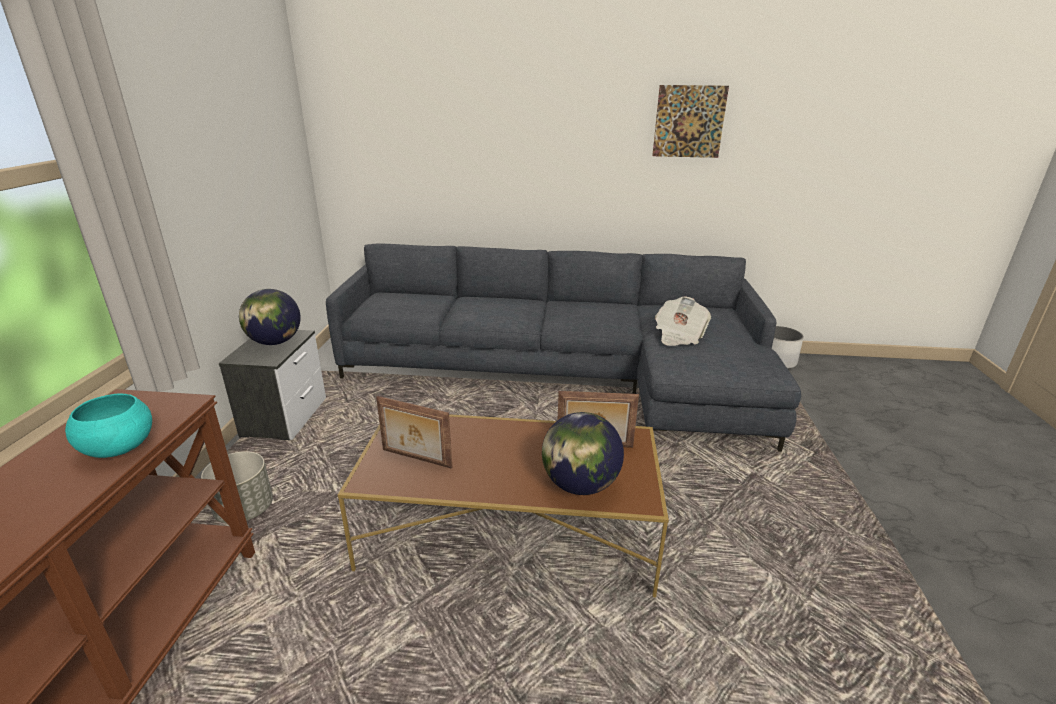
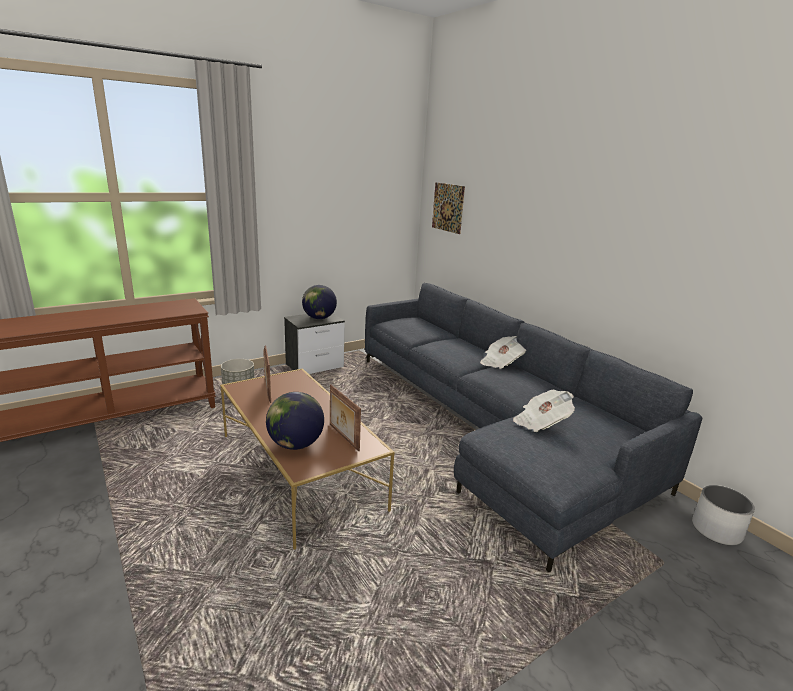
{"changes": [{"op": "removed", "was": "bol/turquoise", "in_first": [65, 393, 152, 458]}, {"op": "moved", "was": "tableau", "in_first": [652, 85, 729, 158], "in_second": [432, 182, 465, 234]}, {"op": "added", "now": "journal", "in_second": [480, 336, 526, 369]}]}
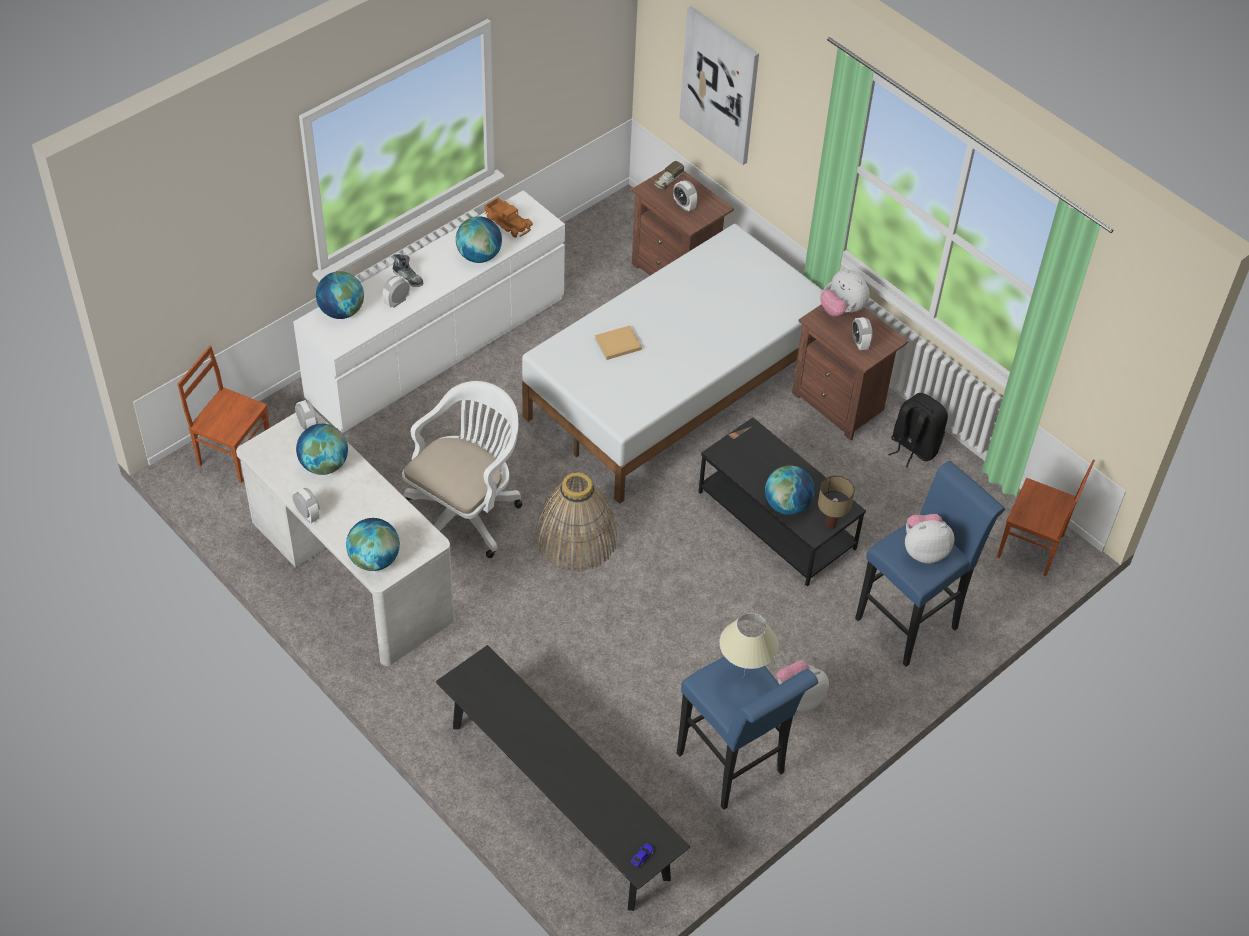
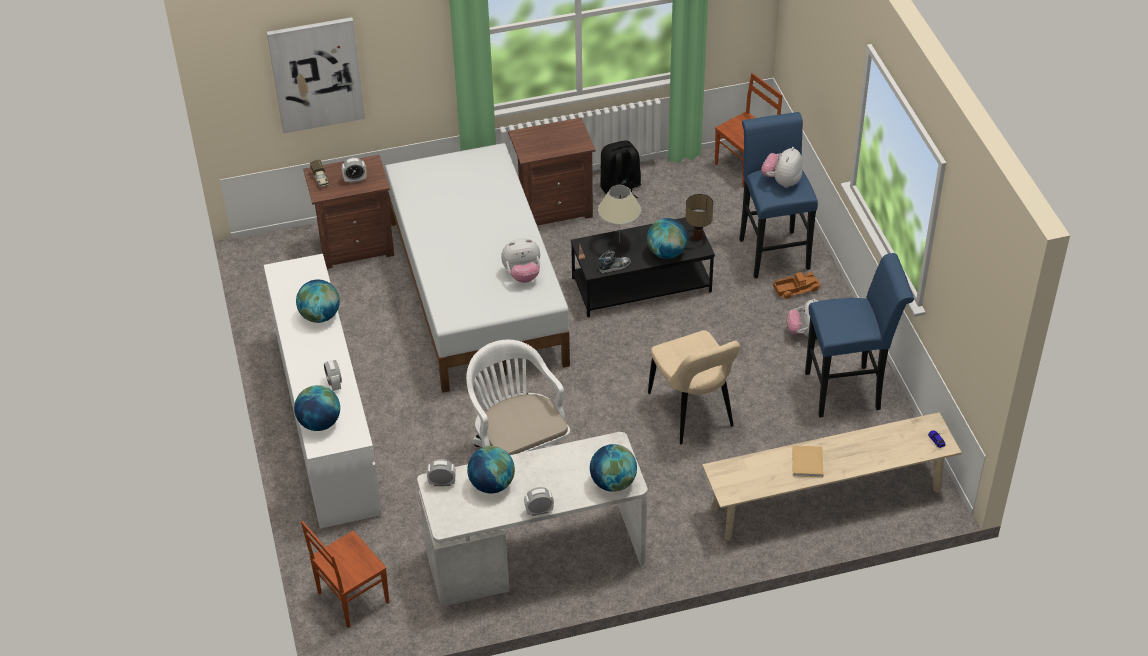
{"changes": [{"op": "moved", "was": "chaussure", "in_first": [392, 254, 423, 287], "in_second": [598, 250, 631, 273]}, {"op": "recoloured", "was": "banc/noir", "now": "banc/beige", "in_first": [436, 645, 691, 911], "in_second": [702, 412, 962, 541]}, {"op": "moved", "was": "camion jouet", "in_first": [484, 197, 533, 238], "in_second": [773, 272, 821, 299]}, {"op": "removed", "was": "panier", "in_first": [535, 472, 617, 572]}, {"op": "moved", "was": "livre/beige", "in_first": [595, 325, 642, 360], "in_second": [792, 445, 823, 477]}, {"op": "moved", "was": "lampe de table/beige", "in_first": [719, 613, 779, 676], "in_second": [598, 185, 641, 242]}, {"op": "moved", "was": "peluche", "in_first": [820, 268, 870, 316], "in_second": [501, 238, 540, 283]}, {"op": "removed", "was": "réveil", "in_first": [852, 317, 873, 350]}, {"op": "added", "now": "chaise/beige", "in_second": [648, 330, 740, 445]}]}
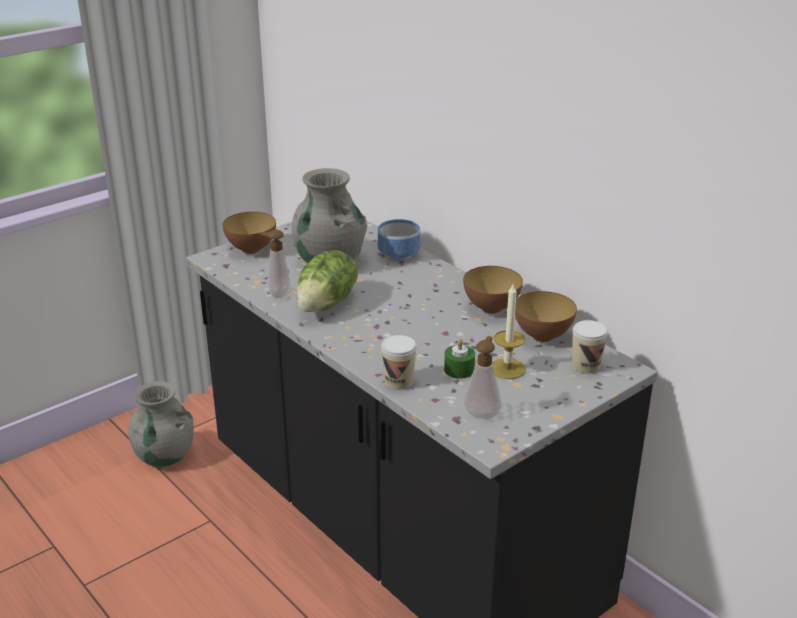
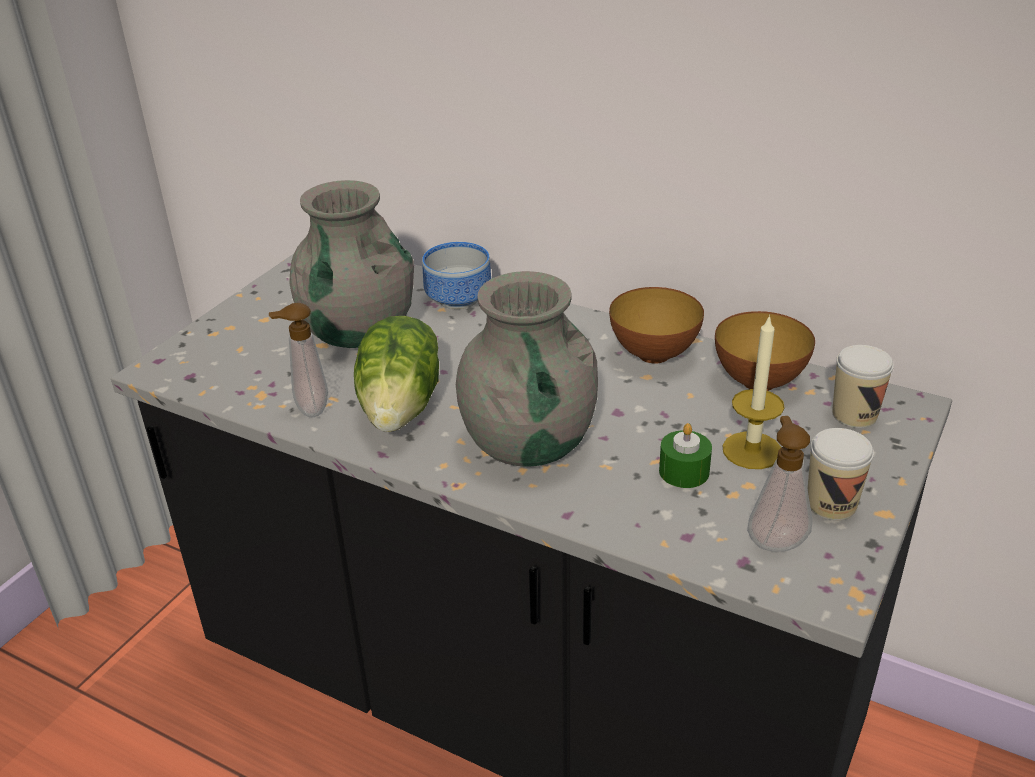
{"changes": [{"op": "moved", "was": "vase/gris", "in_first": [128, 381, 194, 467], "in_second": [456, 271, 598, 466]}, {"op": "removed", "was": "bol", "in_first": [222, 212, 276, 254]}, {"op": "moved", "was": "tasse", "in_first": [381, 335, 417, 390], "in_second": [808, 428, 874, 520]}]}
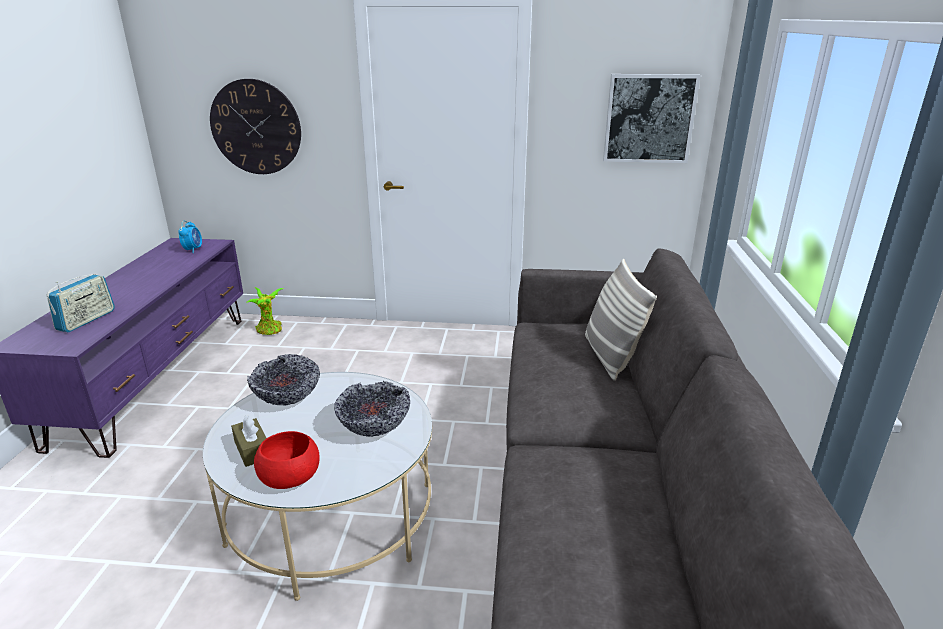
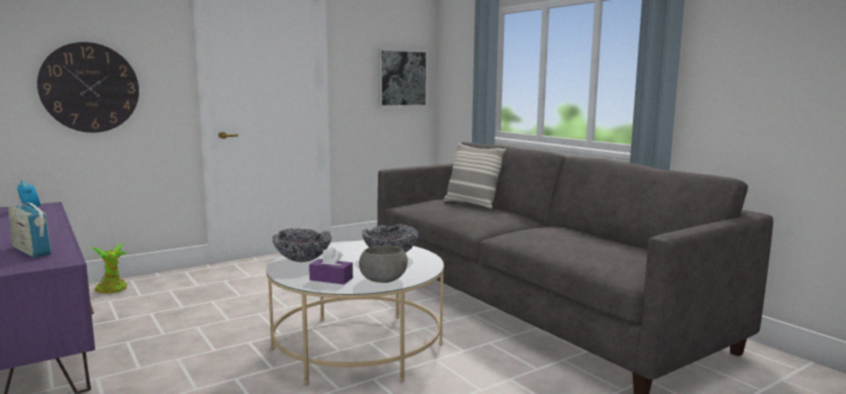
{"changes": [{"op": "turned", "was": "radio", "in_first": [47, 274, 115, 332], "in_second": [8, 197, 51, 258], "clockwise": 150}, {"op": "recoloured", "was": "boîte à mouchoirs/marron", "now": "boîte à mouchoirs/violet", "in_first": [231, 415, 267, 467], "in_second": [309, 247, 353, 285]}, {"op": "recoloured", "was": "bol/rouge", "now": "bol/gris", "in_first": [254, 431, 320, 489], "in_second": [359, 246, 408, 283]}]}
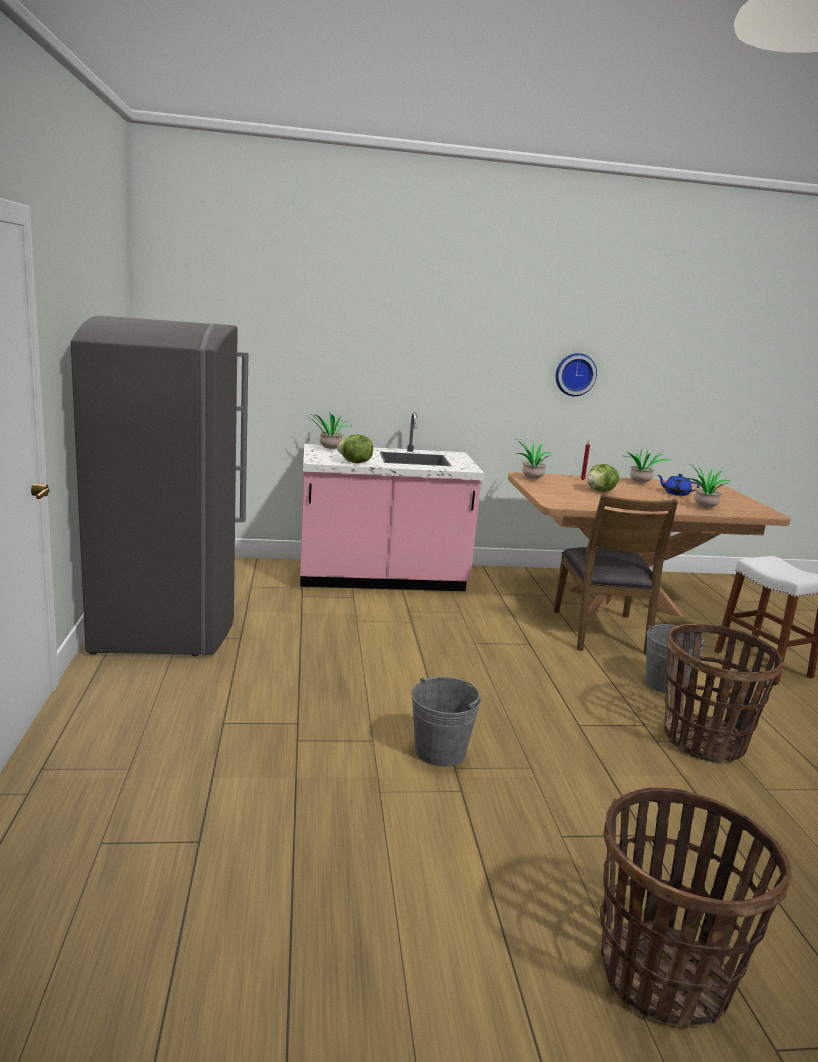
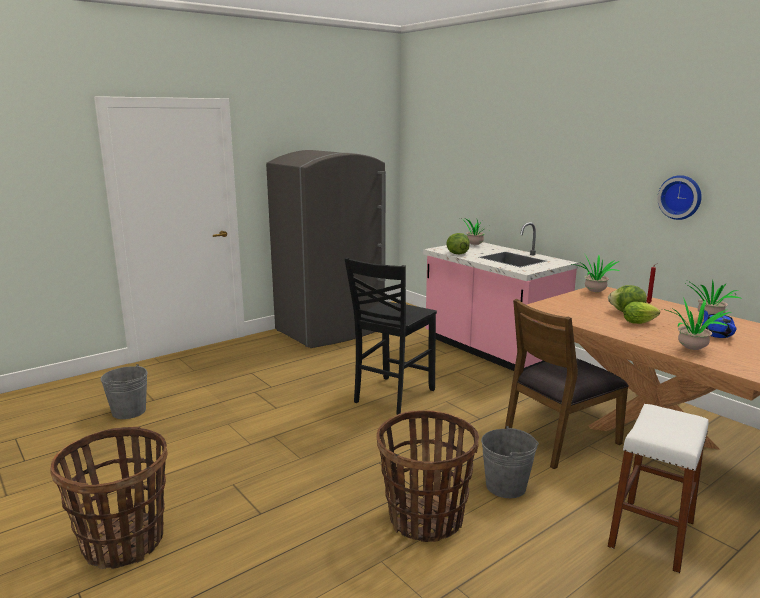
{"changes": [{"op": "moved", "was": "seau/gris", "in_first": [411, 677, 481, 767], "in_second": [101, 364, 148, 419]}, {"op": "added", "now": "chaise/noir", "in_second": [345, 257, 437, 415]}, {"op": "added", "now": "laitue", "in_second": [624, 302, 660, 324]}]}
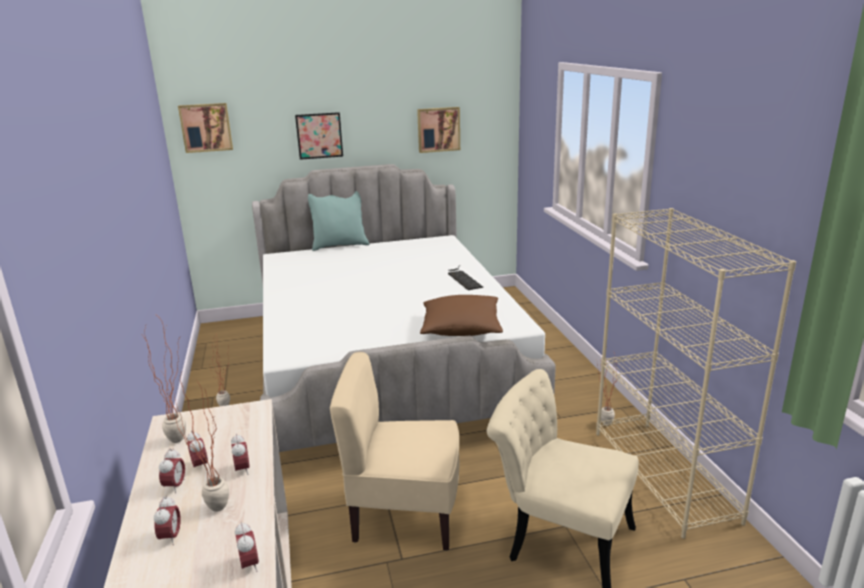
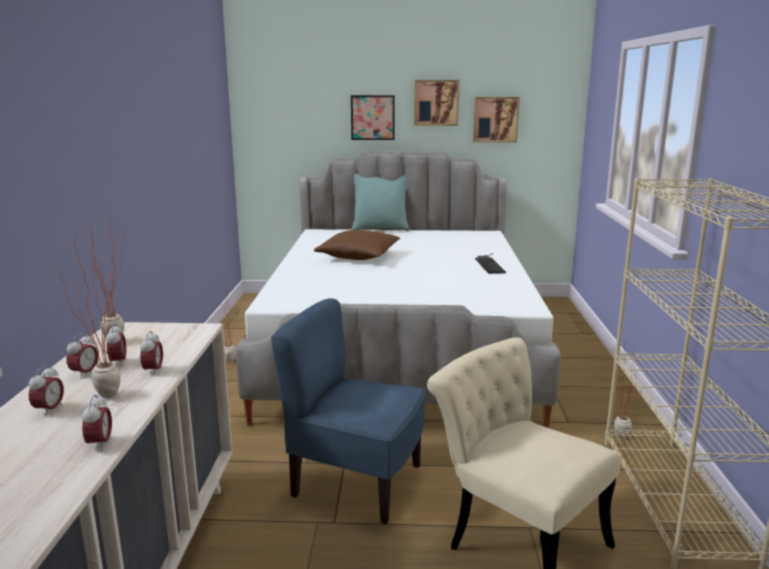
{"changes": [{"op": "moved", "was": "tableau", "in_first": [178, 103, 233, 153], "in_second": [414, 80, 460, 126]}, {"op": "recoloured", "was": "chaise/beige", "now": "chaise/bleu", "in_first": [330, 352, 459, 550], "in_second": [271, 298, 426, 524]}, {"op": "moved", "was": "coussin/marron", "in_first": [420, 295, 503, 336], "in_second": [314, 230, 400, 260]}]}
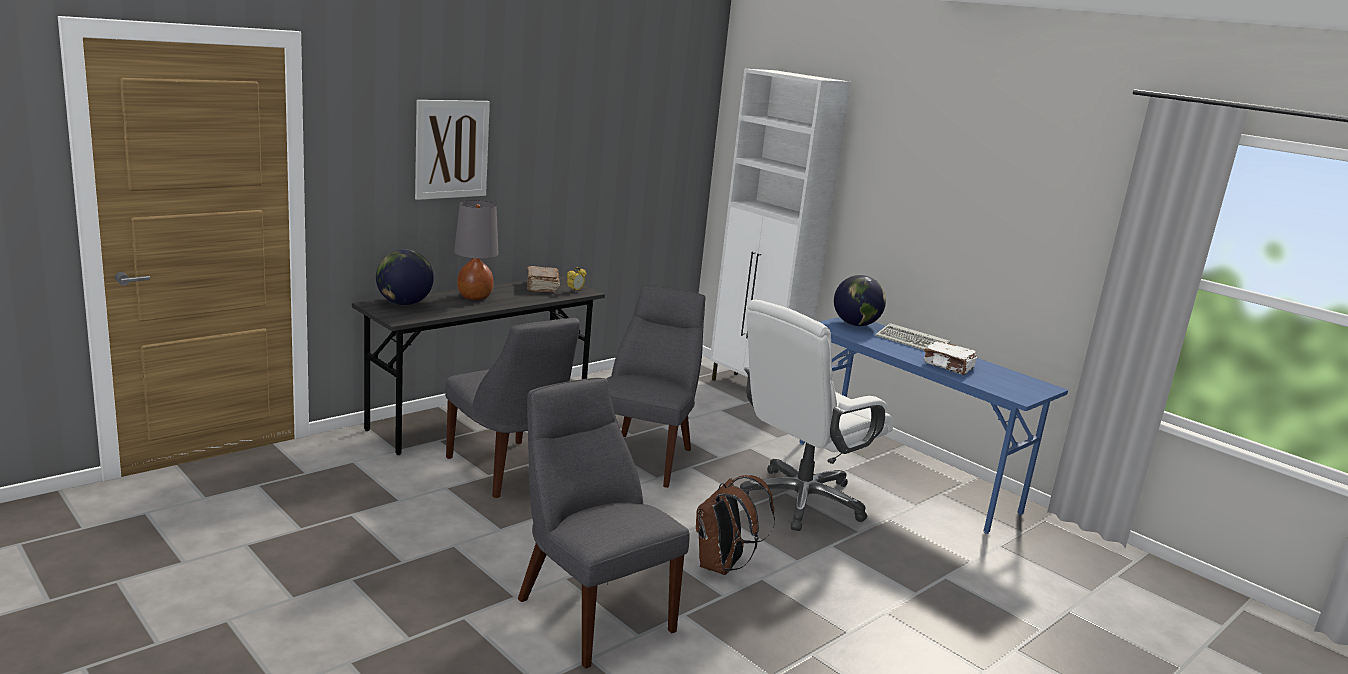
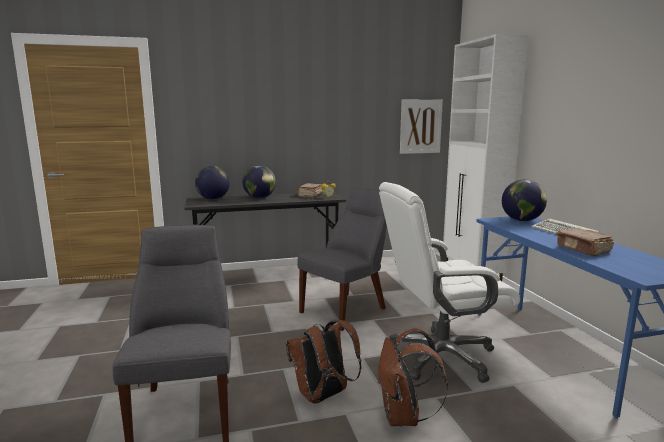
{"changes": [{"op": "moved", "was": "tableau", "in_first": [415, 100, 490, 200], "in_second": [400, 100, 443, 154]}, {"op": "removed", "was": "chaise/gris", "in_first": [445, 318, 580, 498]}, {"op": "replaced", "was": "lampe de table/gris", "now": "globe", "in_first": [454, 200, 499, 300], "in_second": [242, 165, 276, 199]}, {"op": "recoloured", "was": "livre/blanc", "now": "livre/marron", "in_first": [924, 341, 977, 375], "in_second": [556, 228, 614, 256]}, {"op": "added", "now": "sac à dos/marron", "in_second": [378, 329, 448, 426]}]}
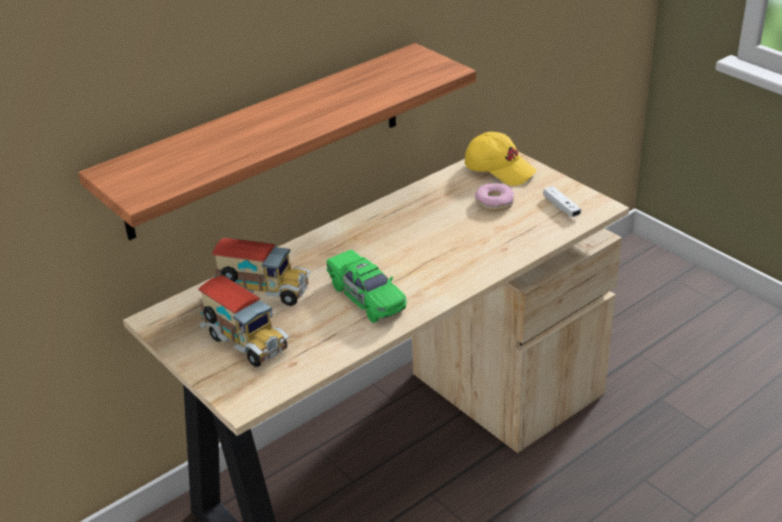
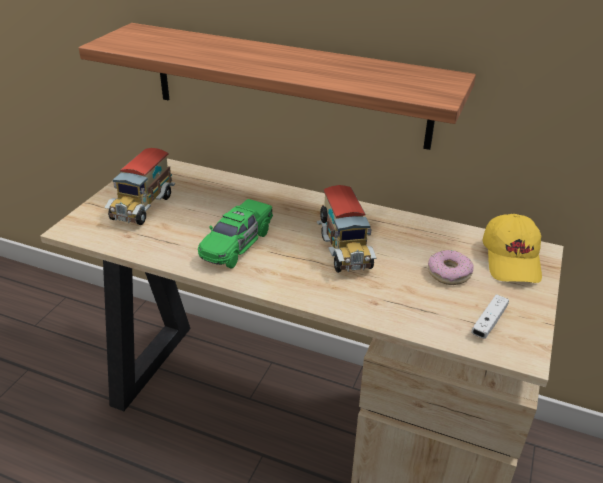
{"changes": [{"op": "moved", "was": "camion jouet", "in_first": [212, 237, 311, 306], "in_second": [317, 185, 376, 273]}]}
